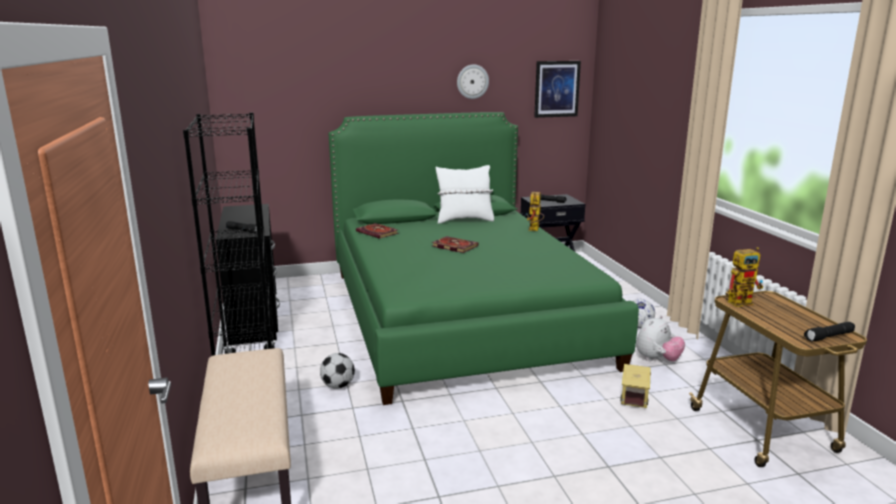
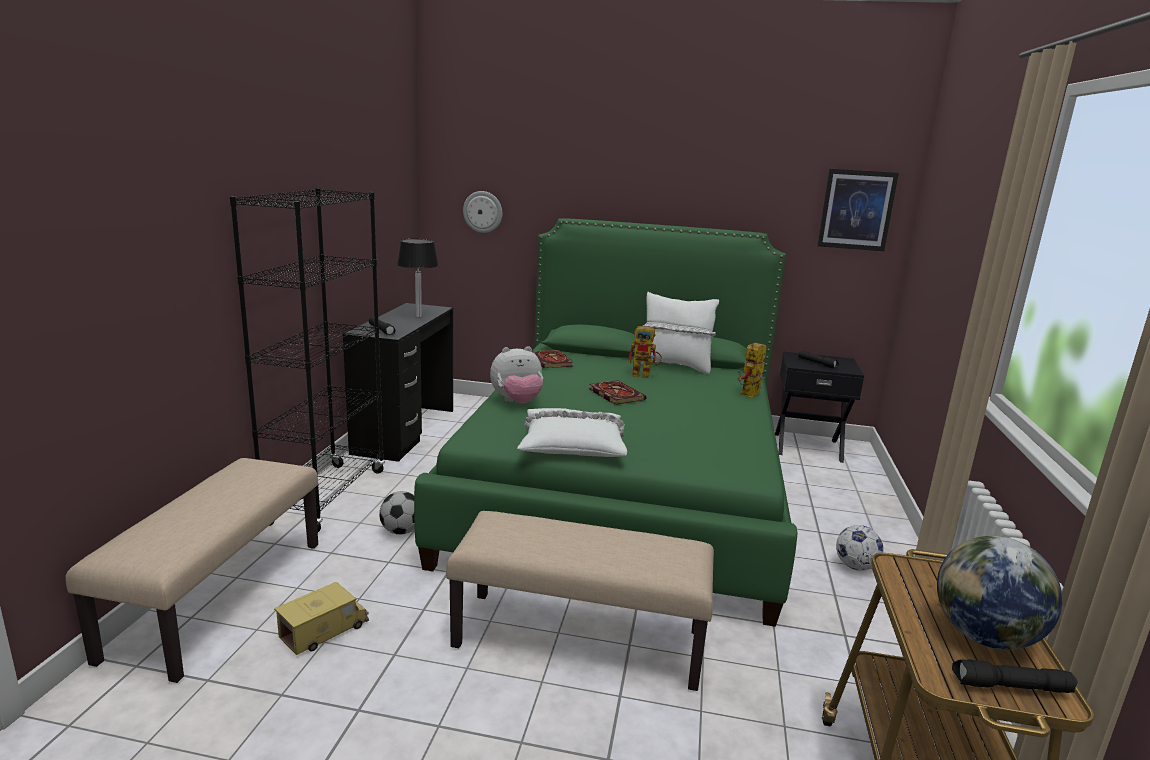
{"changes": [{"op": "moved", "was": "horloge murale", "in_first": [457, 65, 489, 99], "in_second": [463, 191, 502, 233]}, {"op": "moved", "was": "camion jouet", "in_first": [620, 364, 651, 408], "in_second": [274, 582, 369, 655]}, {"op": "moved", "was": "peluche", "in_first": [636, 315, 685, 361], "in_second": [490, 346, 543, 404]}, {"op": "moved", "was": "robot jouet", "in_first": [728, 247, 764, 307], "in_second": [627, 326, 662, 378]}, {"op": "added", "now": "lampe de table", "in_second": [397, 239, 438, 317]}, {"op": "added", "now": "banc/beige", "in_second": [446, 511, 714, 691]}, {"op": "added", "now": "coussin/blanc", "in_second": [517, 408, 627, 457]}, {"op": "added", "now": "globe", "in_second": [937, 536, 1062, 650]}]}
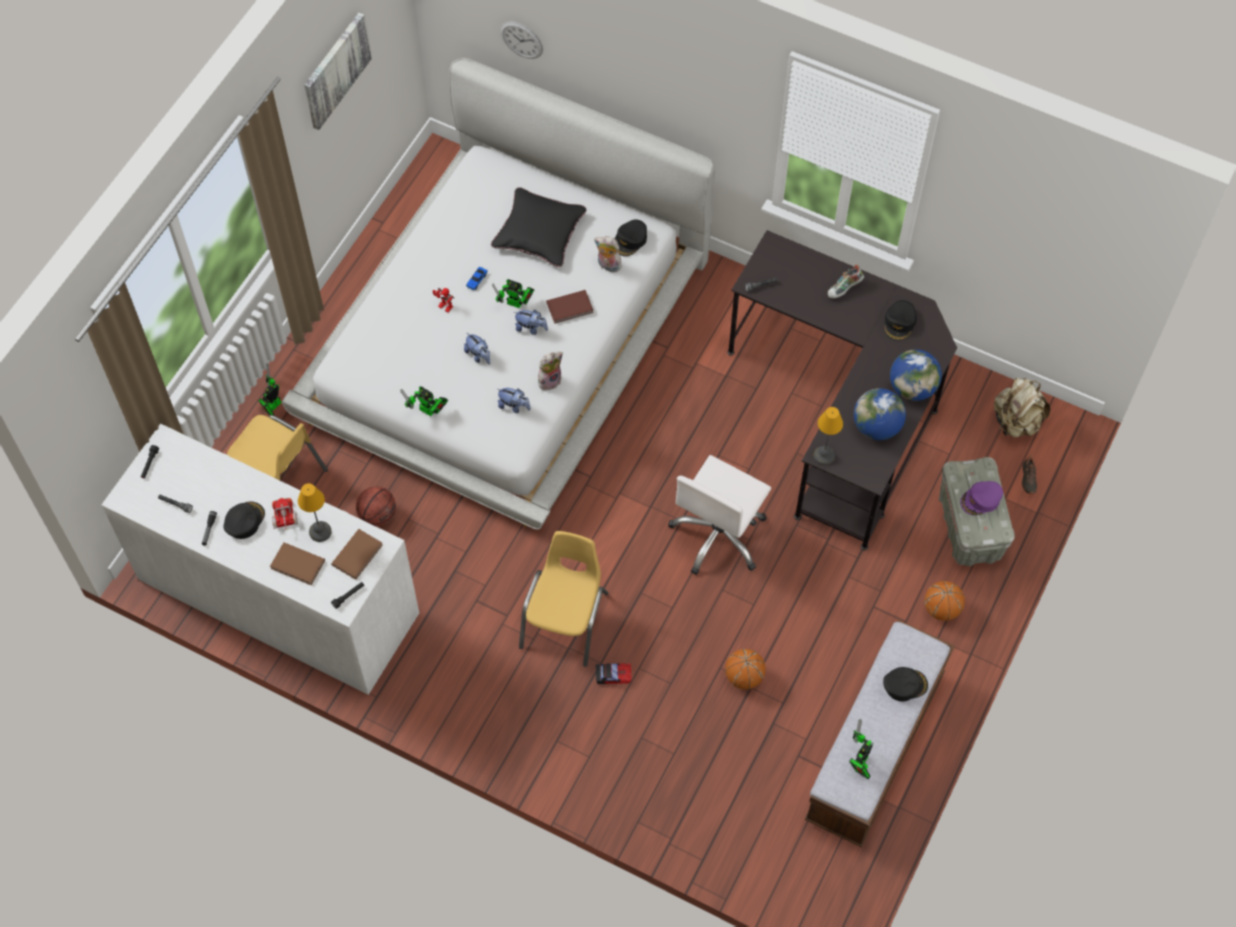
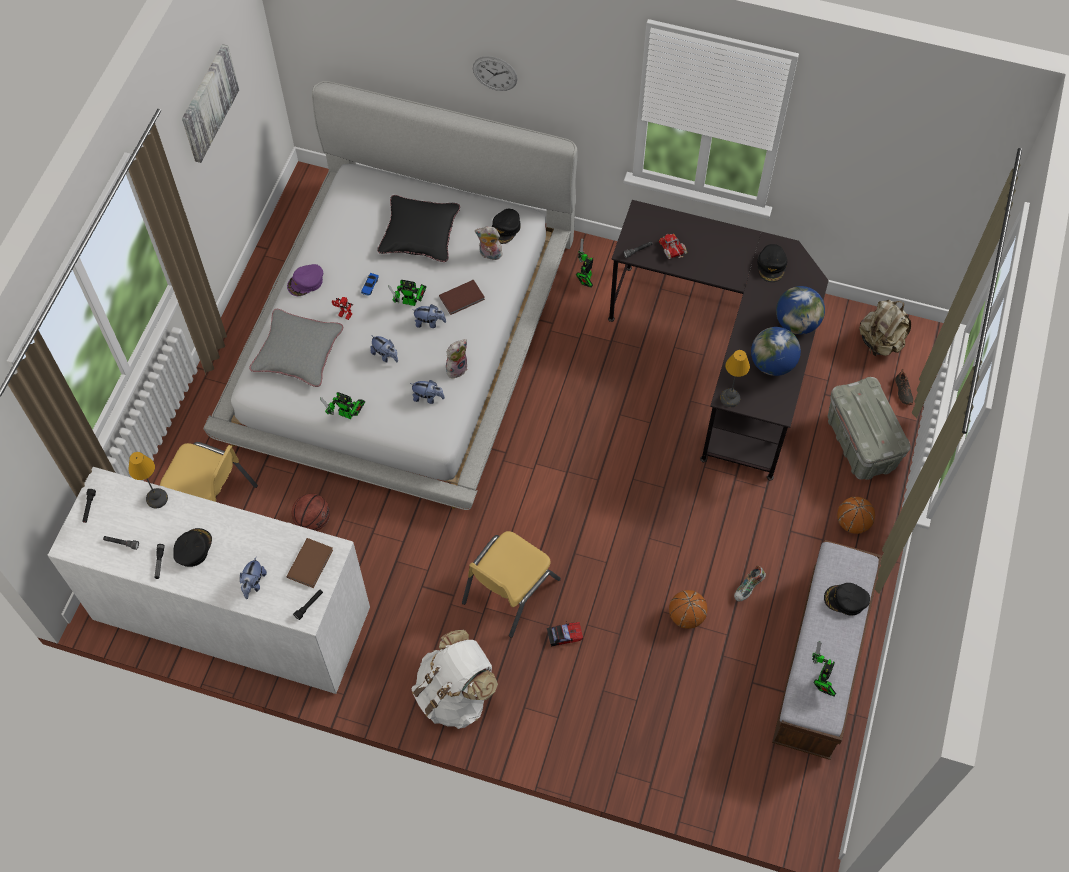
{"changes": [{"op": "moved", "was": "robot jouet", "in_first": [258, 363, 282, 416], "in_second": [576, 238, 593, 287]}, {"op": "replaced", "was": "livre/marron", "now": "peluche", "in_first": [270, 543, 325, 585], "in_second": [240, 557, 267, 599]}, {"op": "moved", "was": "camion jouet", "in_first": [272, 497, 298, 530], "in_second": [659, 233, 687, 259]}, {"op": "moved", "was": "lampe de table", "in_first": [298, 483, 332, 542], "in_second": [128, 452, 168, 509]}, {"op": "moved", "was": "horloge murale", "in_first": [500, 21, 543, 59], "in_second": [473, 56, 517, 91]}, {"op": "turned", "was": "chaise/jaune", "in_first": [519, 531, 608, 667], "in_second": [462, 531, 561, 638], "clockwise": -150}, {"op": "removed", "was": "chaise de bureau/blanc", "in_first": [668, 455, 771, 575]}, {"op": "moved", "was": "chaussure", "in_first": [828, 264, 864, 299], "in_second": [734, 565, 766, 602]}, {"op": "turned", "was": "casquette/noir", "in_first": [883, 667, 928, 702], "in_second": [824, 583, 870, 616], "clockwise": -150}, {"op": "moved", "was": "casquette/violet", "in_first": [960, 481, 1003, 515], "in_second": [287, 264, 323, 296]}, {"op": "added", "now": "coussin/gris", "in_second": [249, 309, 343, 387]}, {"op": "added", "now": "sac à dos/blanc", "in_second": [412, 630, 498, 729]}]}
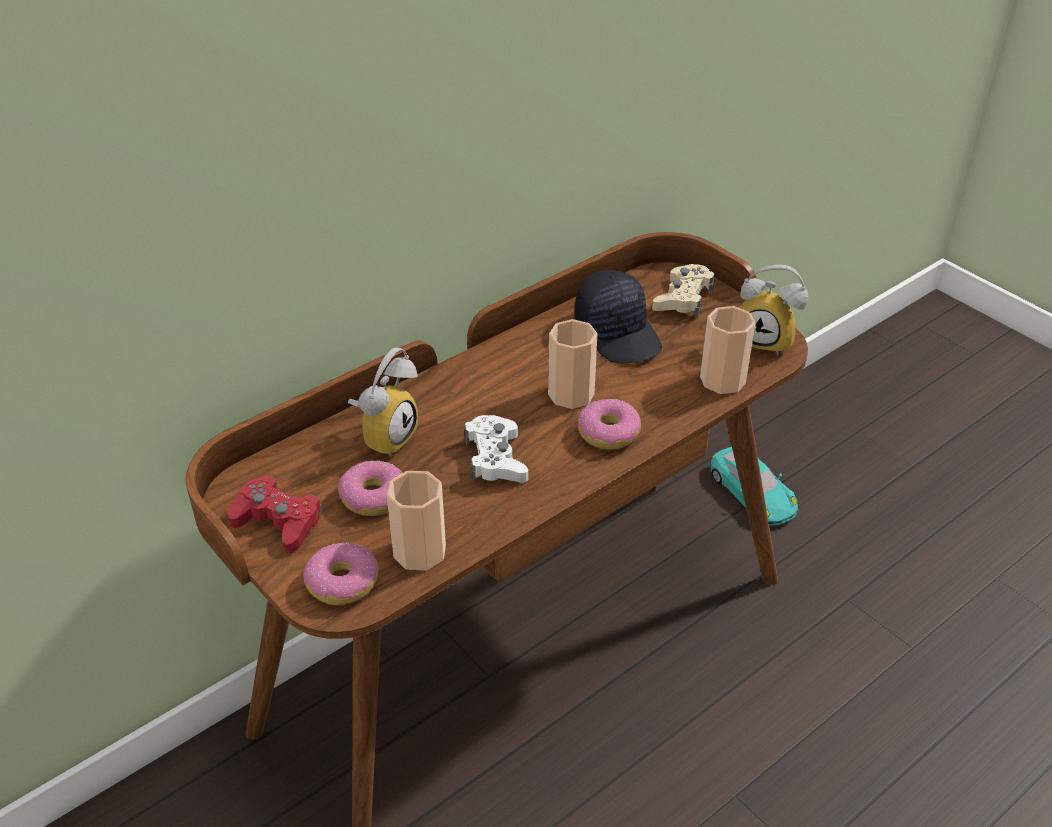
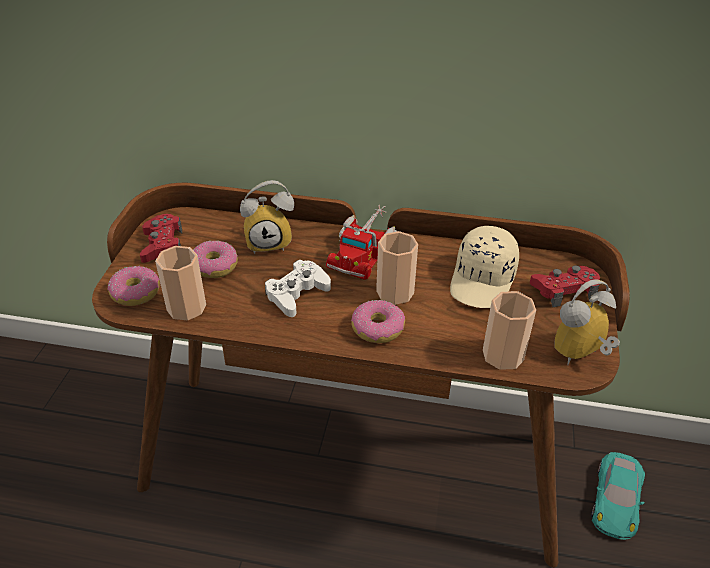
{"changes": [{"op": "recoloured", "was": "casquette/noir", "now": "casquette/beige", "in_first": [574, 270, 662, 364], "in_second": [450, 226, 519, 308]}, {"op": "recoloured", "was": "manette/beige", "now": "manette/rouge", "in_first": [652, 264, 715, 318], "in_second": [530, 265, 600, 307]}, {"op": "turned", "was": "réveil", "in_first": [740, 265, 808, 356], "in_second": [554, 280, 620, 365], "clockwise": 75}, {"op": "added", "now": "camion jouet", "in_second": [326, 205, 397, 280]}]}
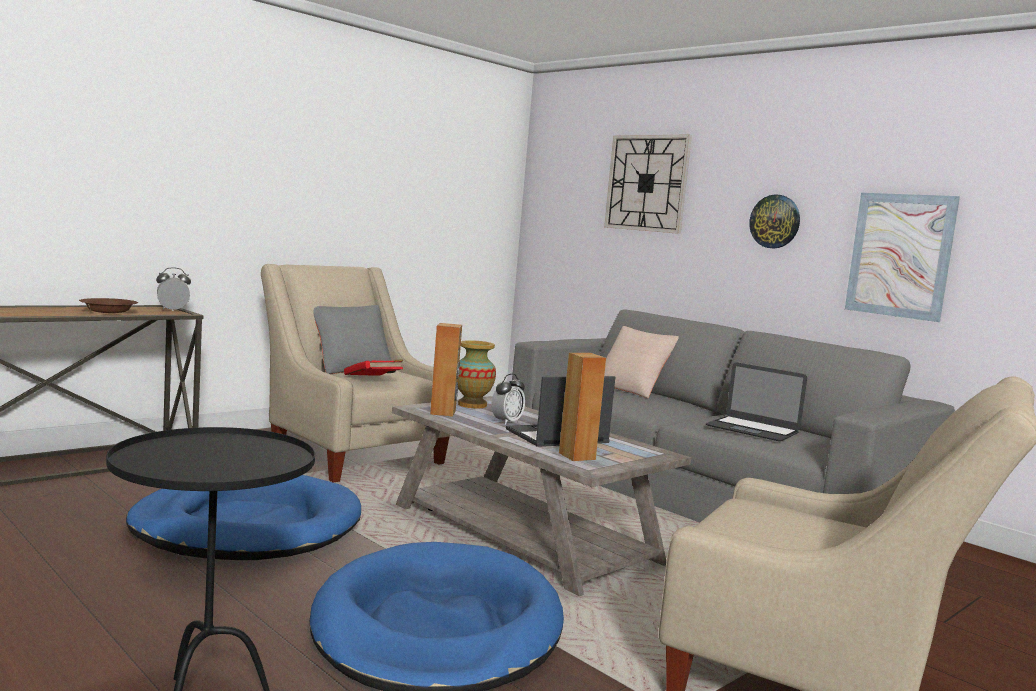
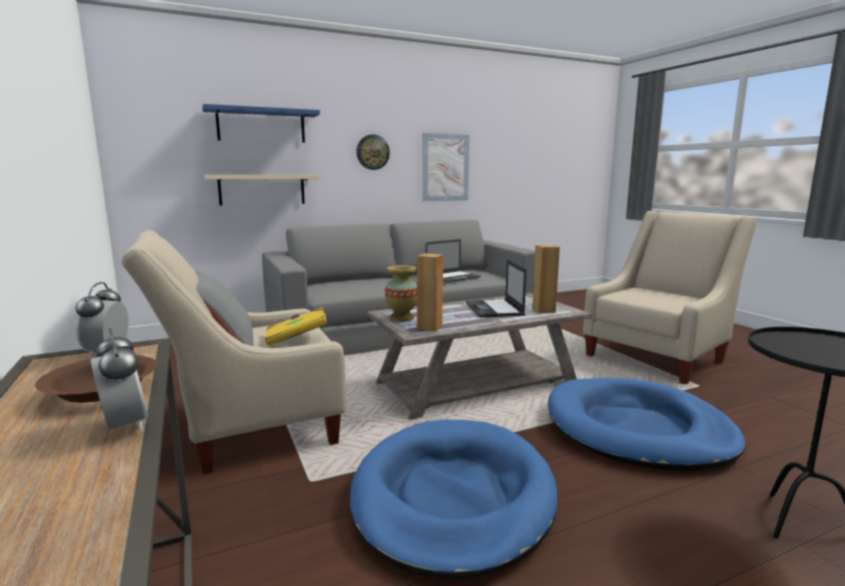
{"changes": [{"op": "recoloured", "was": "livre/rouge", "now": "livre/jaune", "in_first": [344, 359, 403, 376], "in_second": [265, 307, 326, 346]}, {"op": "moved", "was": "réveil", "in_first": [491, 374, 525, 425], "in_second": [91, 328, 148, 432]}, {"op": "replaced", "was": "horloge murale", "now": "étagère/bleu", "in_first": [604, 134, 692, 234], "in_second": [202, 104, 320, 143]}, {"op": "removed", "was": "coussin/beige", "in_first": [604, 326, 679, 398]}, {"op": "added", "now": "étagère/beige", "in_second": [205, 175, 319, 206]}]}
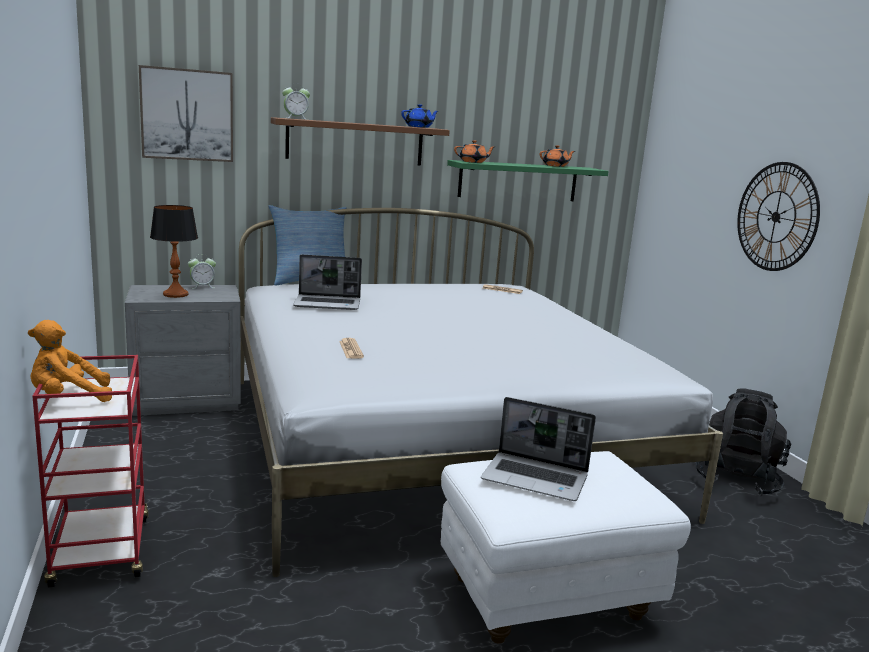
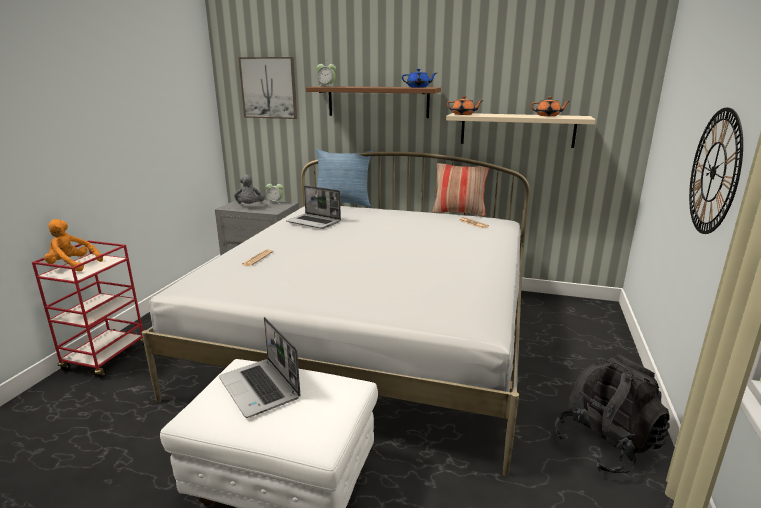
{"changes": [{"op": "replaced", "was": "lampe de table", "now": "peluche/gris", "in_first": [150, 205, 198, 298], "in_second": [234, 175, 265, 204]}, {"op": "recoloured", "was": "étagère/vert", "now": "étagère/beige", "in_first": [447, 160, 609, 201], "in_second": [446, 113, 595, 148]}, {"op": "added", "now": "coussin", "in_second": [432, 163, 489, 216]}]}
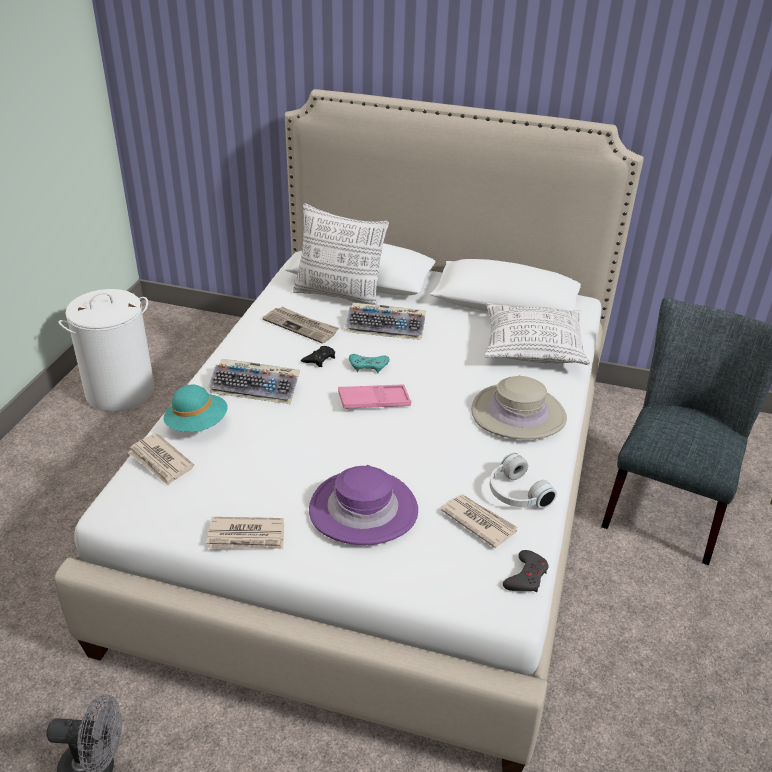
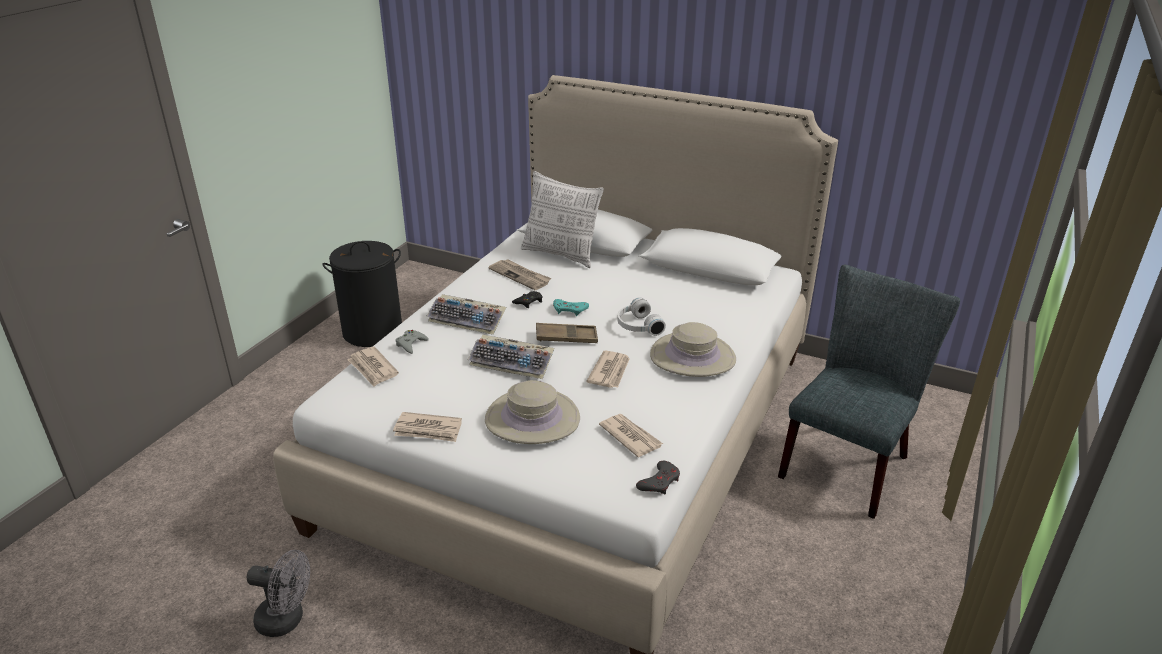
{"changes": [{"op": "recoloured", "was": "panier à linge/blanc", "now": "panier à linge/noir", "in_first": [58, 289, 154, 411], "in_second": [322, 241, 402, 347]}, {"op": "replaced", "was": "chapeau/turquoise", "now": "manette/gris", "in_first": [164, 385, 228, 432], "in_second": [395, 330, 429, 354]}, {"op": "recoloured", "was": "chapeau/violet", "now": "chapeau/beige", "in_first": [309, 465, 418, 545], "in_second": [485, 380, 580, 444]}, {"op": "recoloured", "was": "plateau/rose", "now": "plateau/marron", "in_first": [338, 385, 411, 409], "in_second": [536, 323, 598, 343]}, {"op": "moved", "was": "clavier", "in_first": [345, 303, 426, 340], "in_second": [468, 334, 554, 379]}, {"op": "removed", "was": "coussin", "in_first": [484, 303, 590, 365]}, {"op": "moved", "was": "casque audio/blanc", "in_first": [490, 453, 557, 509], "in_second": [617, 297, 666, 336]}, {"op": "added", "now": "journal", "in_second": [586, 351, 630, 388]}]}
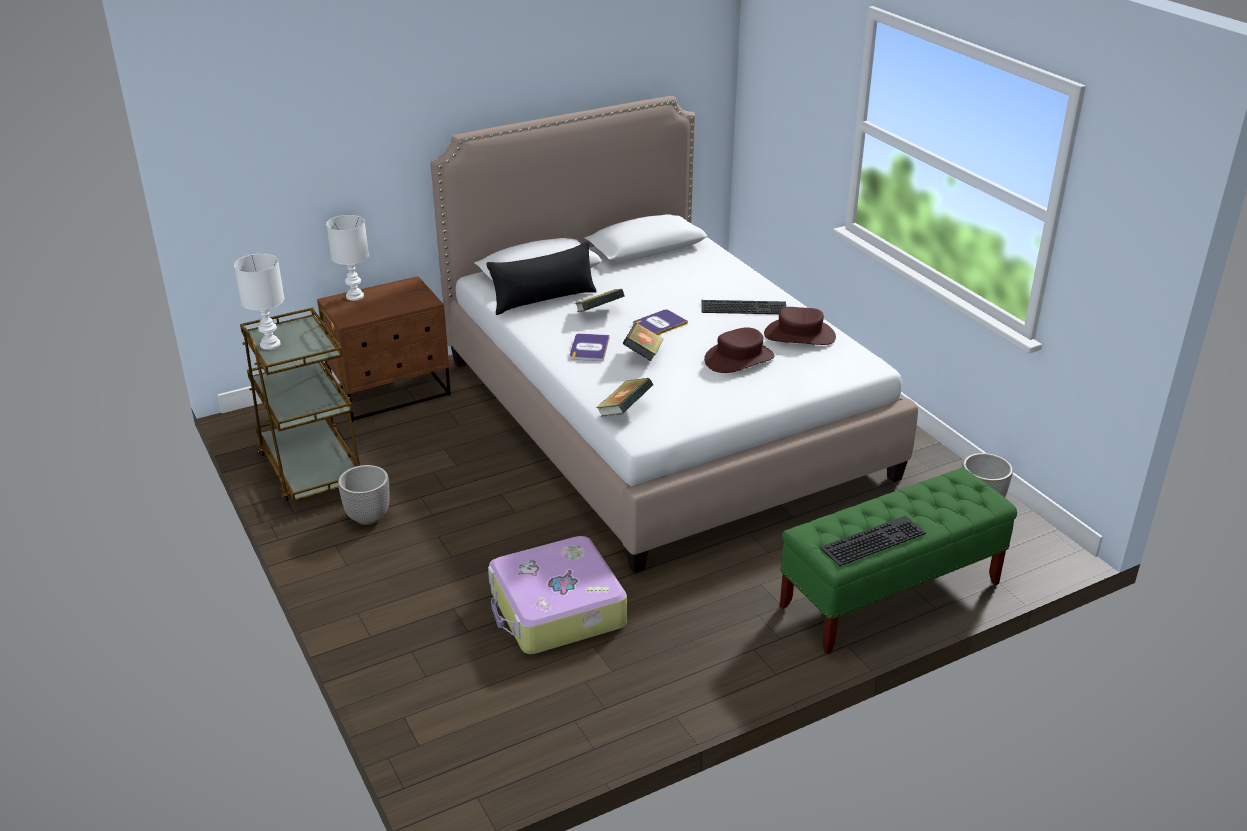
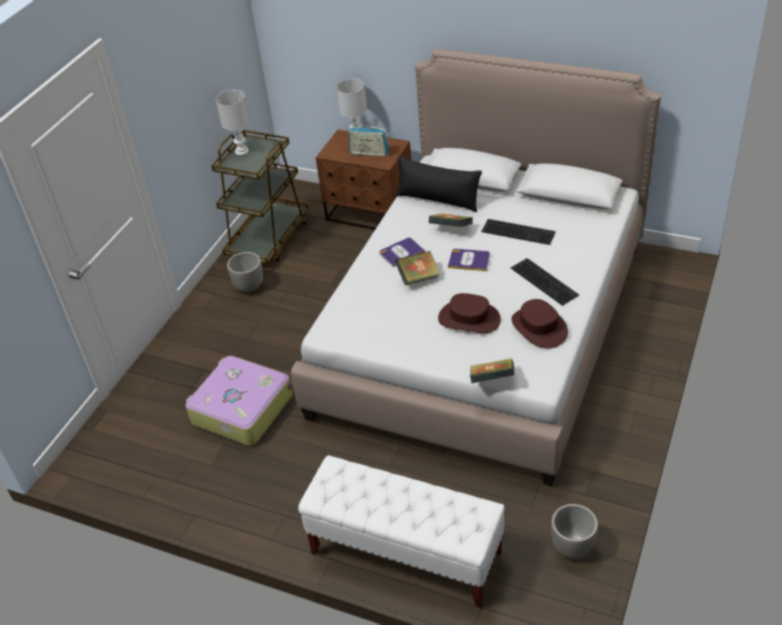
{"changes": [{"op": "moved", "was": "livre", "in_first": [596, 378, 653, 417], "in_second": [470, 359, 514, 383]}, {"op": "recoloured", "was": "banc/vert", "now": "banc/blanc", "in_first": [780, 468, 1017, 654], "in_second": [298, 455, 505, 608]}, {"op": "moved", "was": "clavier", "in_first": [820, 516, 926, 566], "in_second": [481, 219, 556, 245]}, {"op": "added", "now": "radio", "in_second": [349, 124, 389, 157]}]}
